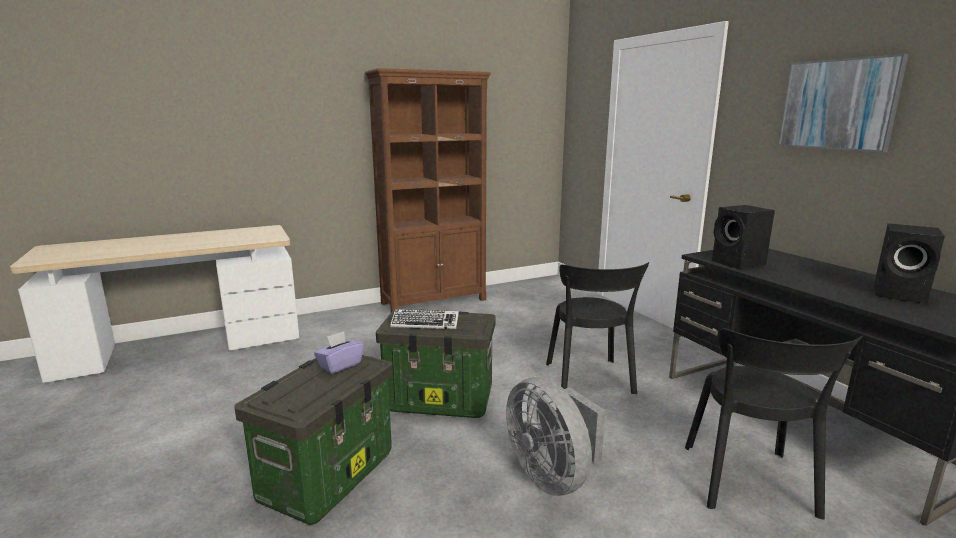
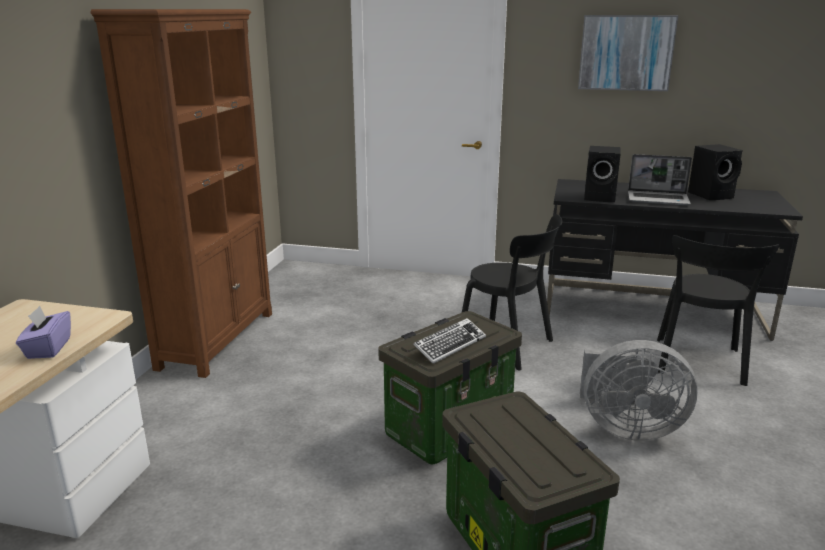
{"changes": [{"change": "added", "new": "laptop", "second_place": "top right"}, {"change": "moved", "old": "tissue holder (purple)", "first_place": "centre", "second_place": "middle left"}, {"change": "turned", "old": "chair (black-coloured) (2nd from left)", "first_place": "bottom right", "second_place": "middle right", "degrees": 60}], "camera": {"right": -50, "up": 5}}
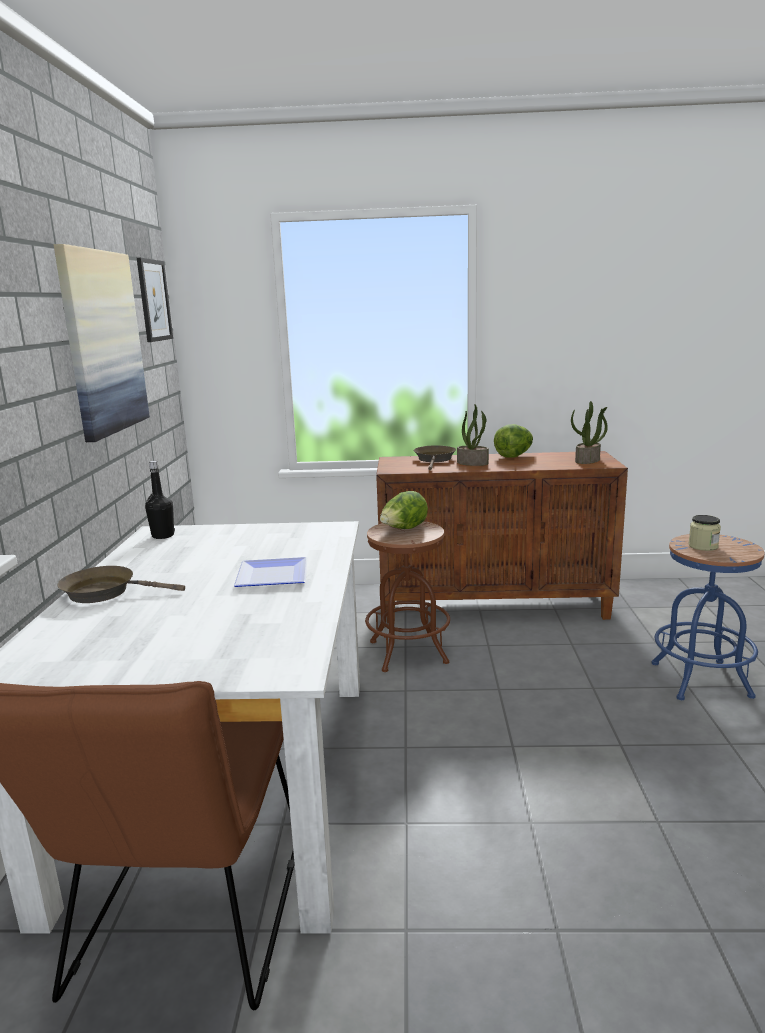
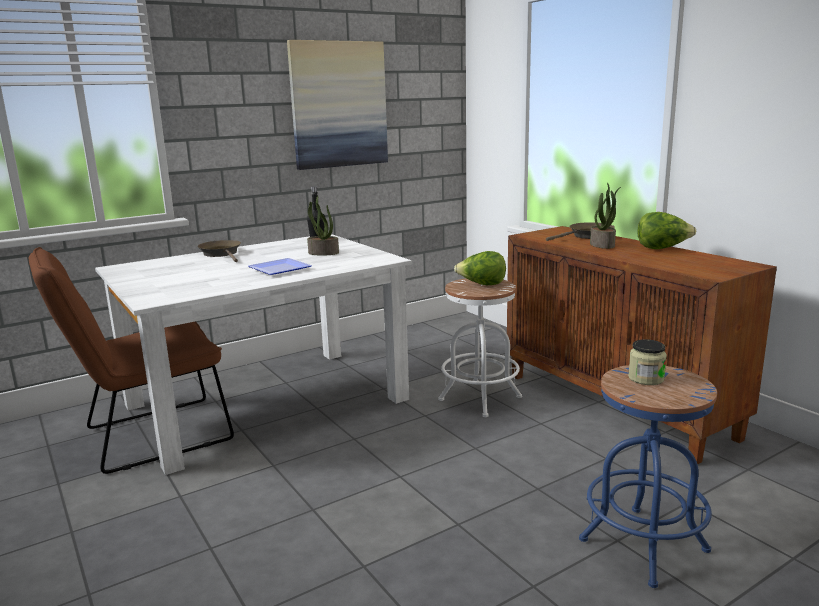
{"changes": [{"change": "removed", "old": "wall art (2nd from left)", "first_place": "top left"}, {"change": "moved", "old": "houseplant (2nd from left in the first image)", "new": "houseplant (1st from left)", "first_place": "middle right", "second_place": "centre"}, {"change": "recoloured", "old": "stool seat (brownish)", "new": "stool seat (whitish)", "first_place": "centre", "second_place": "centre"}], "camera": {"right": 55, "up": 0}}
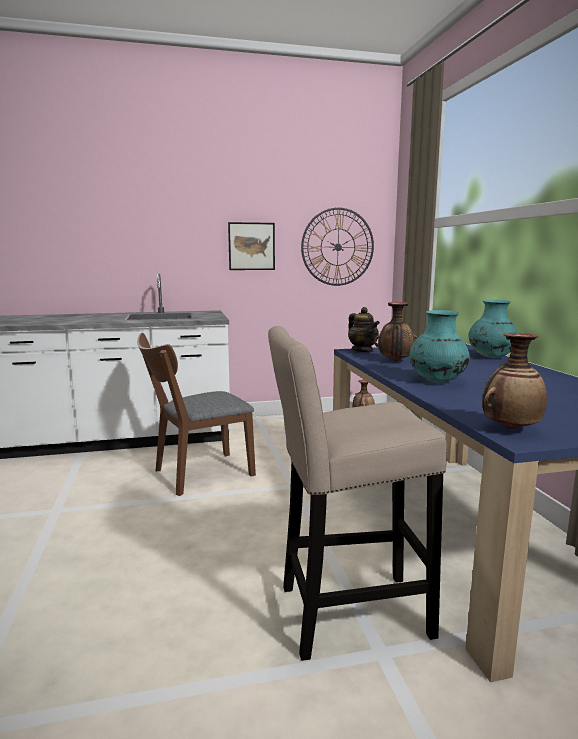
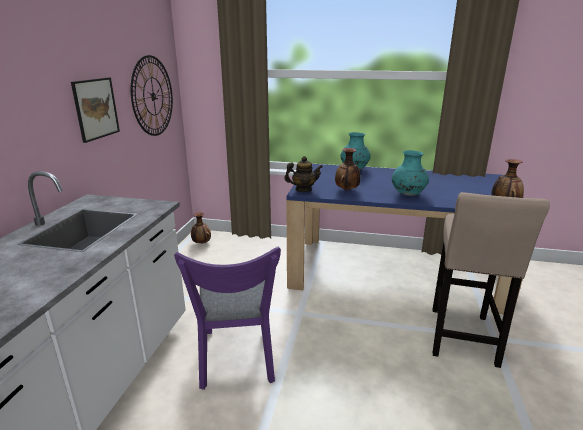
{"changes": [{"change": "recoloured", "old": "chair (brownish)", "new": "chair (purple)", "first_place": "centre", "second_place": "bottom centre"}], "camera": {"right": -65, "up": 10}}
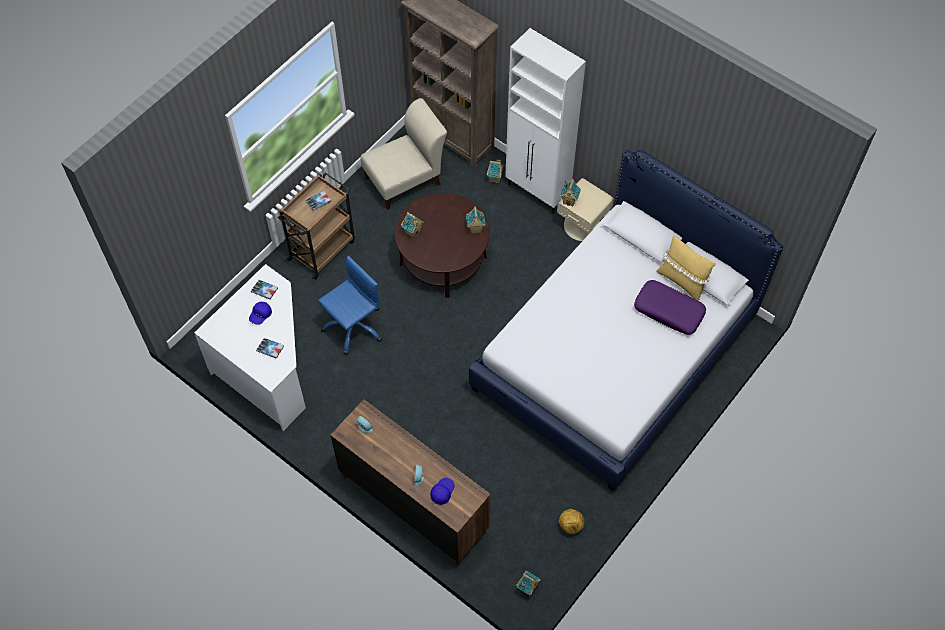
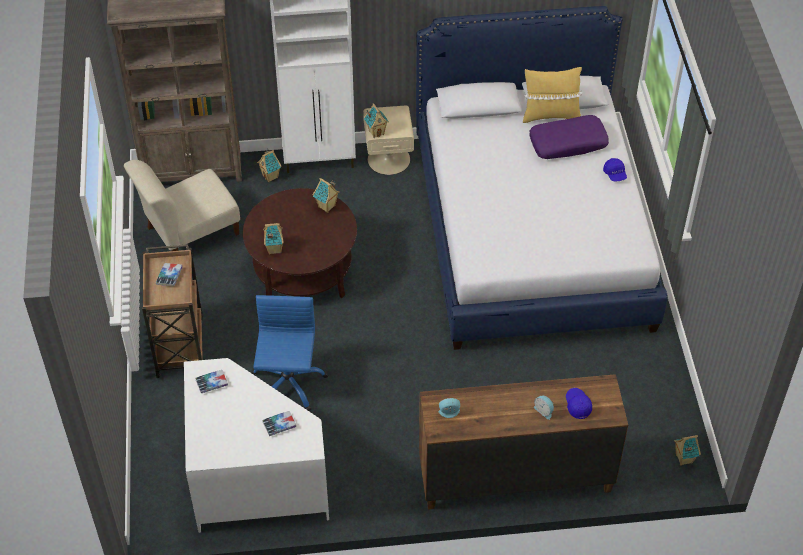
{"changes": [{"change": "removed", "old": "ball for football", "first_place": "bottom centre"}, {"change": "moved", "old": "peaked cap (bluish) (1st from left in the first image)", "new": "peaked cap (bluish) (2nd from left)", "first_place": "middle left", "second_place": "top right"}, {"change": "turned", "old": "chair (beige-coloured)", "first_place": "top centre", "second_place": "middle left", "degrees": -135}], "camera": {"right": -45, "up": -10}}
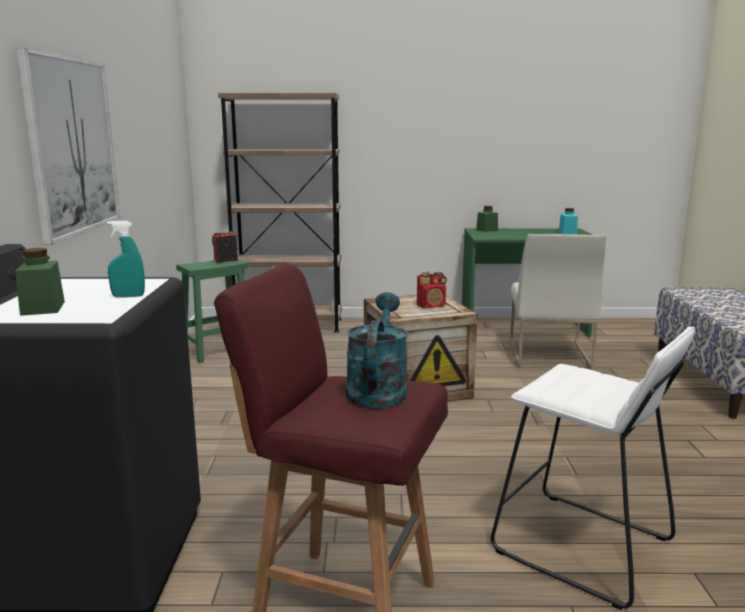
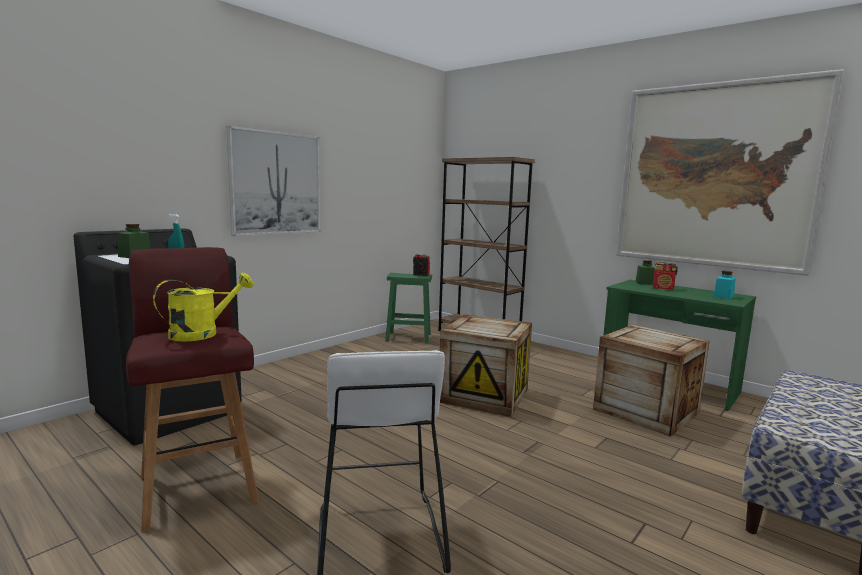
{"changes": [{"change": "added", "new": "wall art (2nd from left)", "second_place": "top right"}, {"change": "moved", "old": "radio (2nd from left)", "first_place": "centre", "second_place": "middle right"}, {"change": "replaced", "old": "chair (whitish)", "new": "shipping crate (2nd from left)", "first_place": "middle right", "second_place": "middle right"}, {"change": "recoloured", "old": "watering can (blue-green)", "new": "watering can (yellowish)", "first_place": "centre", "second_place": "middle left"}], "camera": {"right": 40, "up": -5}}
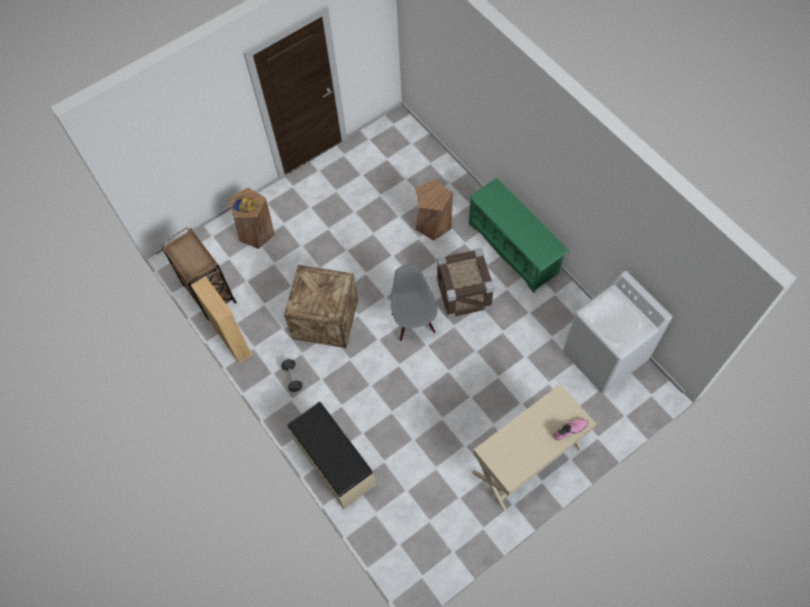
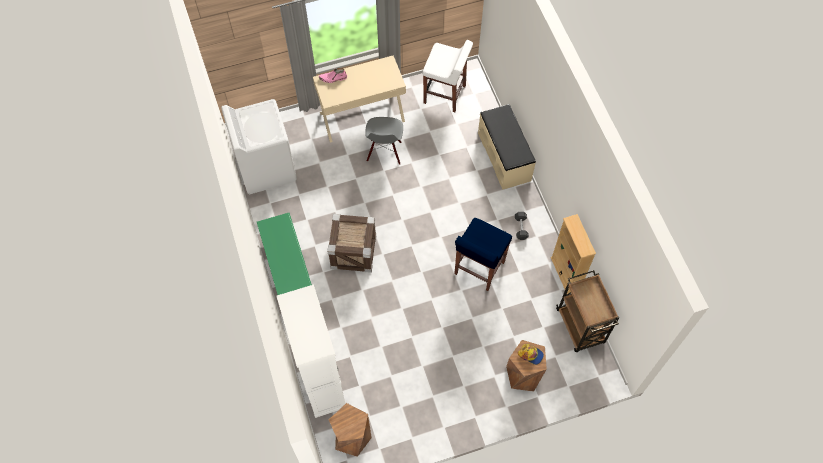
{"changes": [{"change": "added", "new": "cabinet (whitish)", "second_place": "bottom centre"}, {"change": "added", "new": "stool seat (whitish)", "second_place": "top centre"}, {"change": "moved", "old": "chair (gray)", "first_place": "centre", "second_place": "top centre"}, {"change": "moved", "old": "stool seat (brownish) (2nd from left in the first image)", "new": "stool seat (brownish) (1st from left)", "first_place": "centre", "second_place": "bottom centre"}, {"change": "replaced", "old": "shipping crate (1st from left)", "new": "stool seat (bluish)", "first_place": "centre", "second_place": "centre"}], "camera": {"right": -165, "up": 0}}
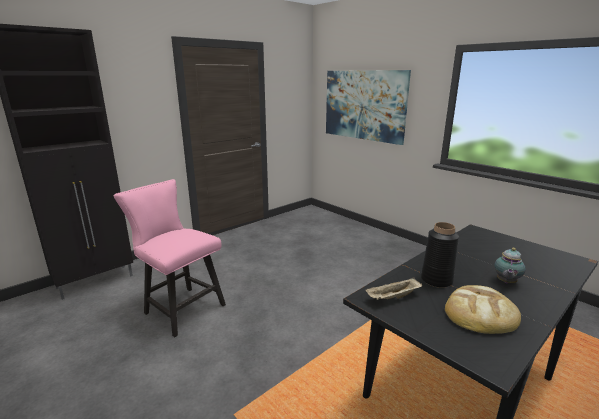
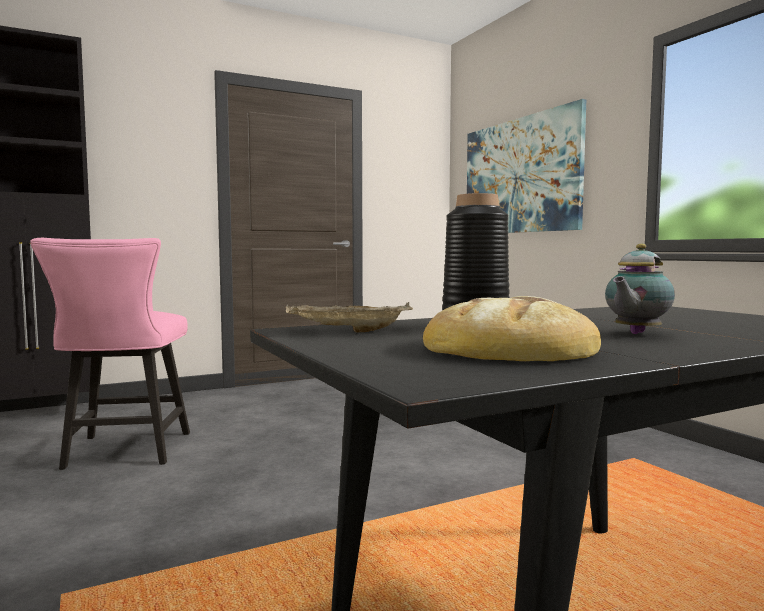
{"changes": [{"change": "turned", "old": "chair (pinkish)", "first_place": "middle left", "second_place": "middle left", "degrees": -150}], "camera": {"right": 15, "up": -15}}
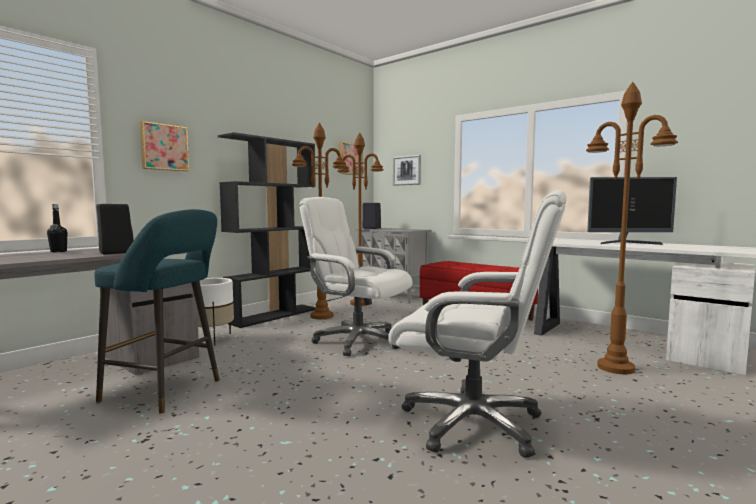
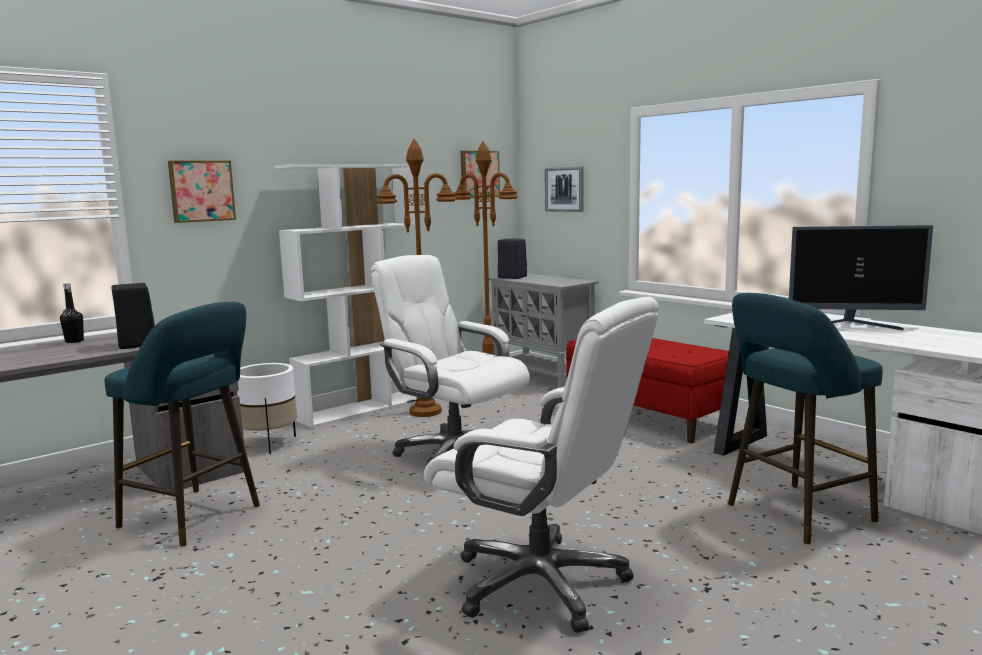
{"changes": [{"change": "replaced", "old": "standard lamp (brownish) (3rd from left)", "new": "stool seat (blue-green) (2nd from left)", "first_place": "middle right", "second_place": "middle right"}, {"change": "recoloured", "old": "bookcase (black-coloured)", "new": "bookcase (whitish)", "first_place": "centre", "second_place": "centre"}], "camera": {"right": 10, "up": 5}}
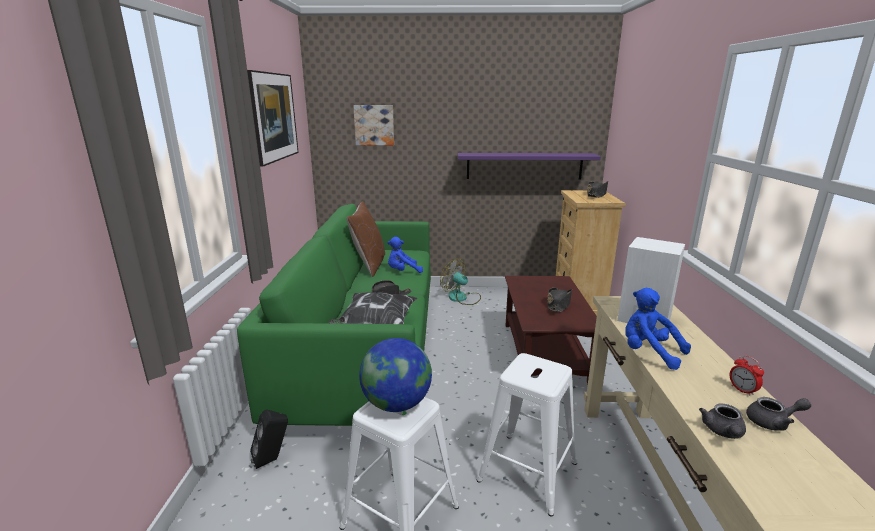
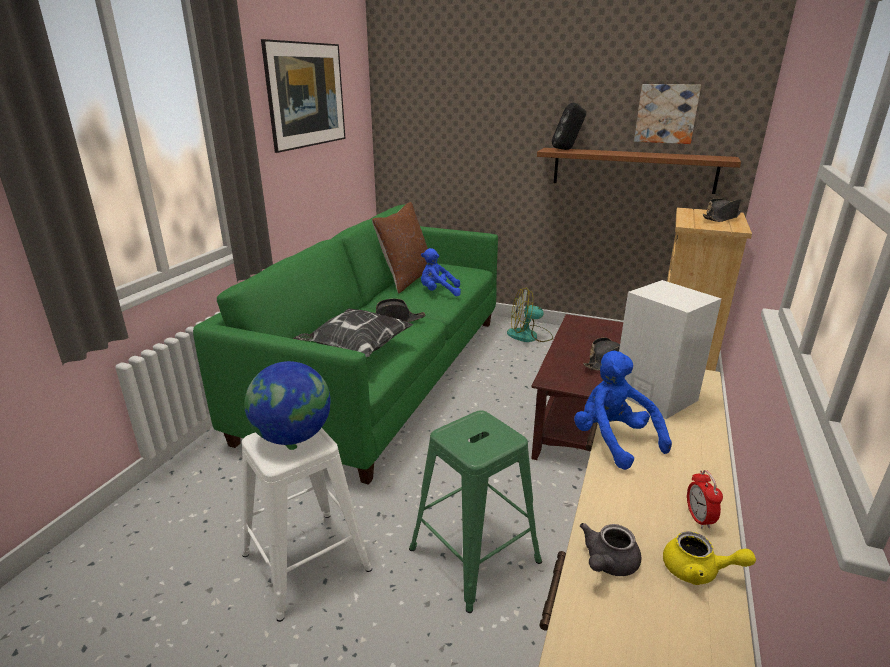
{"changes": [{"change": "moved", "old": "audio speaker (black-coloured)", "first_place": "bottom left", "second_place": "top centre"}, {"change": "moved", "old": "wall art (2nd from left)", "first_place": "top centre", "second_place": "top right"}, {"change": "recoloured", "old": "shelf (purple)", "new": "shelf (brownish)", "first_place": "top centre", "second_place": "top right"}, {"change": "recoloured", "old": "stool seat (whitish) (2nd from left)", "new": "stool seat (green-coloured)", "first_place": "bottom centre", "second_place": "bottom centre"}, {"change": "recoloured", "old": "pot for tea (gray) (2nd from left)", "new": "pot for tea (yellowish)", "first_place": "bottom right", "second_place": "bottom right"}, {"change": "turned", "old": "cooling fan", "first_place": "centre", "second_place": "centre", "degrees": -60}], "camera": {"right": 20, "up": 5}}
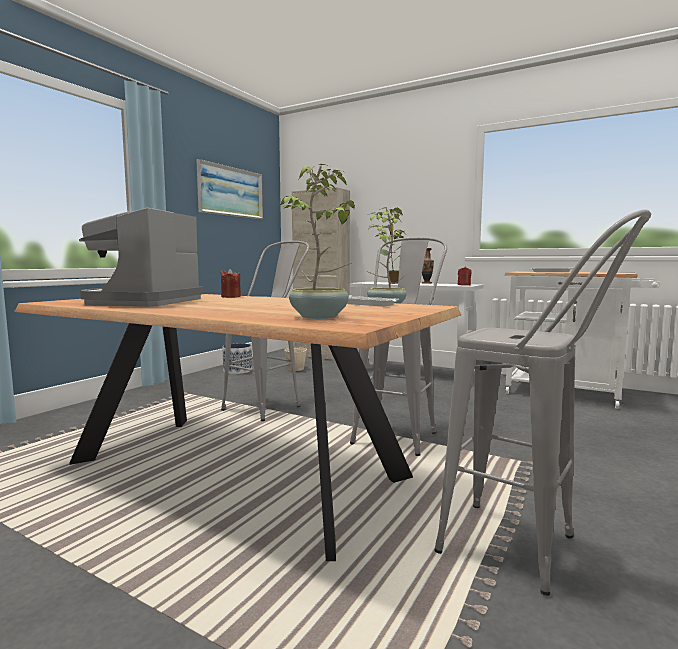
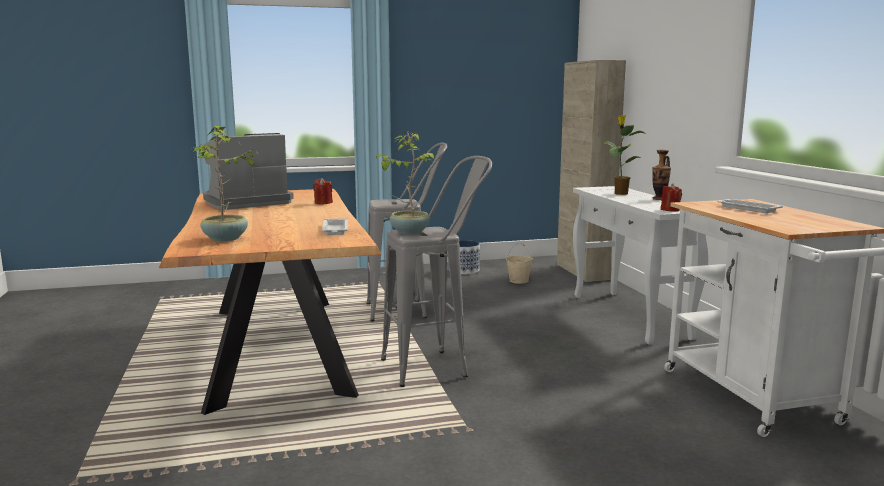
{"changes": [{"change": "removed", "old": "wall art", "first_place": "top centre"}, {"change": "removed", "old": "stool seat (gray) (3rd from left)", "first_place": "middle right"}], "camera": {"right": 45, "up": 5}}
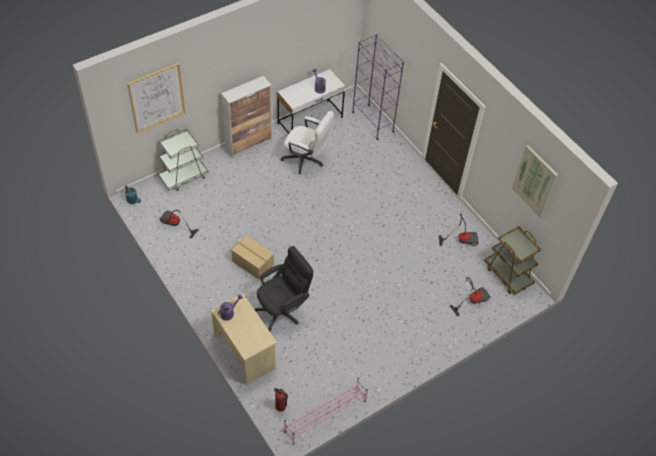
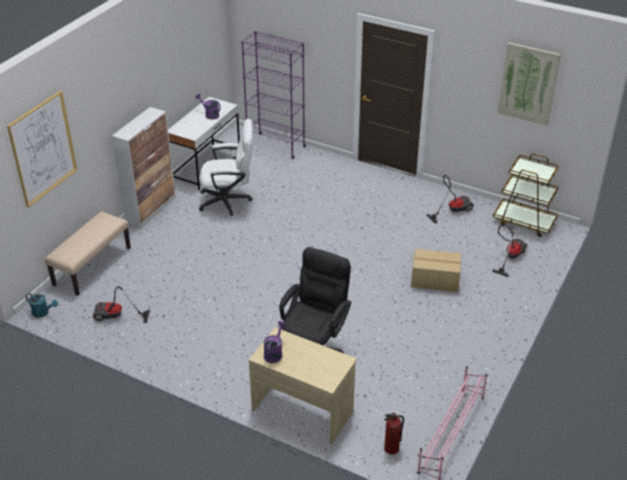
{"changes": [{"change": "moved", "old": "cardboard box", "first_place": "centre", "second_place": "middle right"}, {"change": "replaced", "old": "trolley (gray)", "new": "bench (beige-coloured)", "first_place": "middle left", "second_place": "middle left"}], "camera": {"right": -25, "up": -15}}
